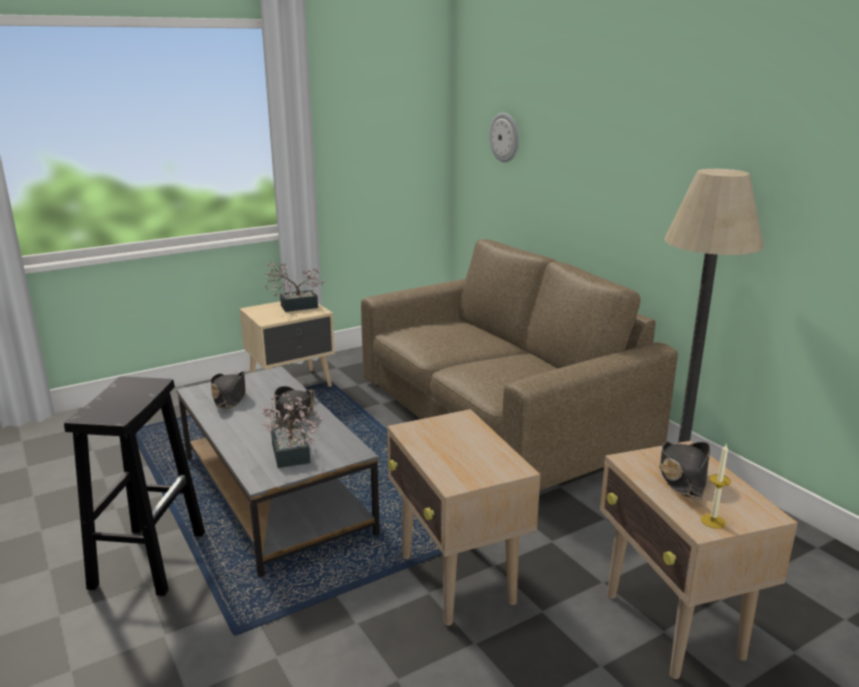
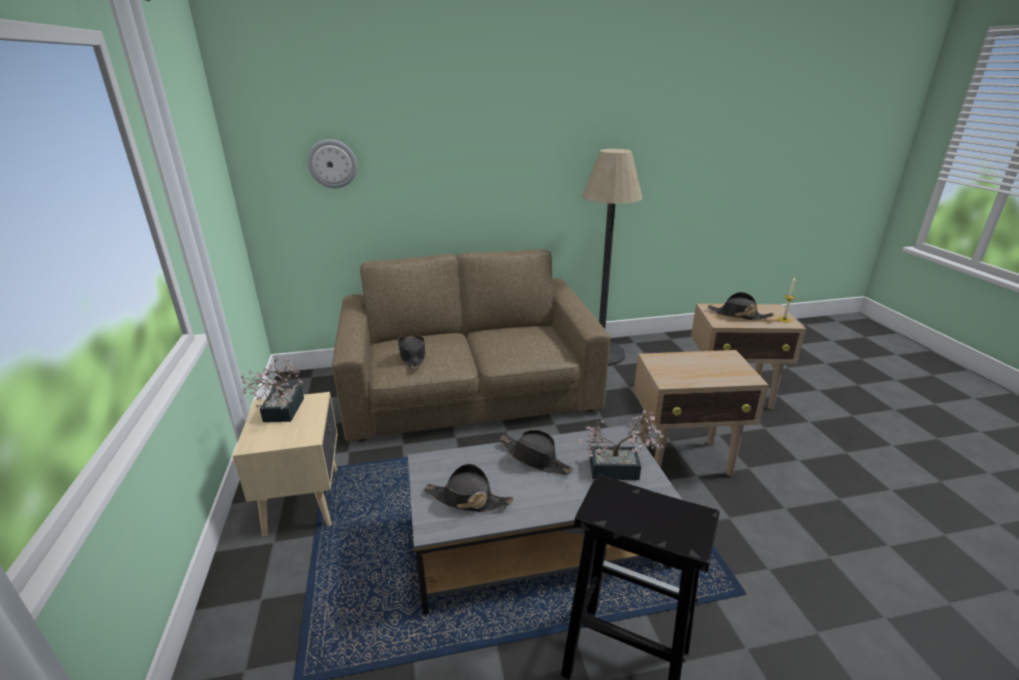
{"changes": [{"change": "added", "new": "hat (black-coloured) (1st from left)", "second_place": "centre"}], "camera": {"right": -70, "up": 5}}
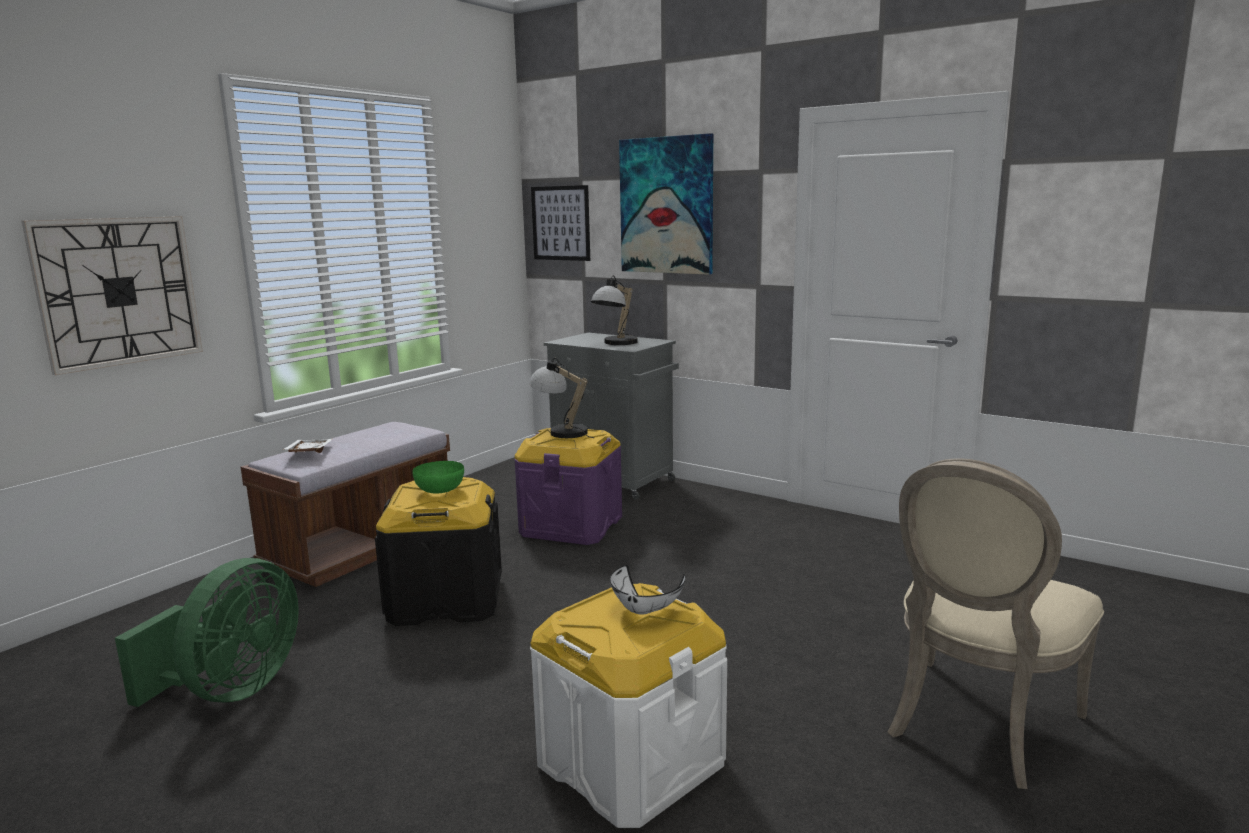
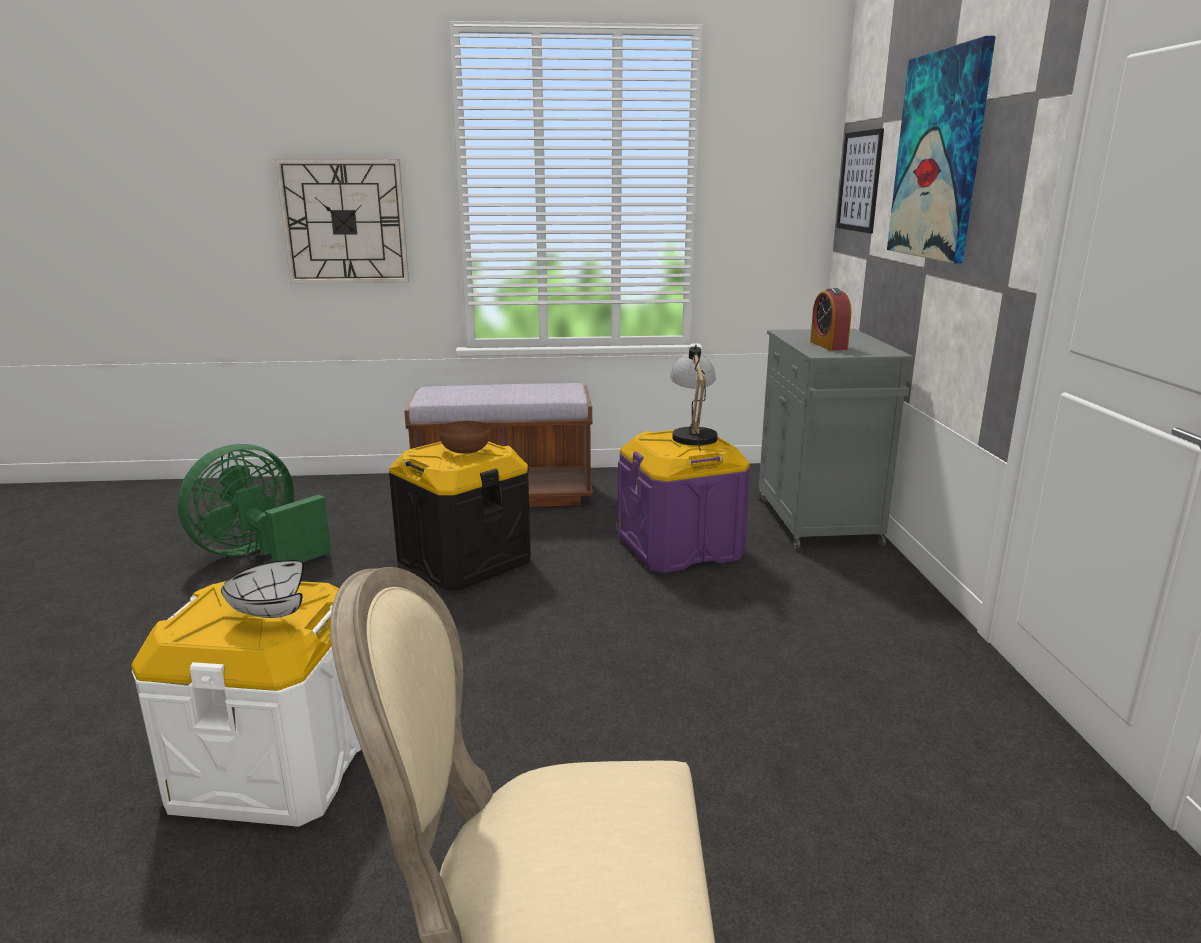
{"changes": [{"change": "removed", "old": "tray (whitish)", "first_place": "middle left"}, {"change": "replaced", "old": "tabletop lamp (2nd from left)", "new": "table clock", "first_place": "centre", "second_place": "middle right"}, {"change": "recoloured", "old": "bowl (green-coloured)", "new": "bowl (brownish)", "first_place": "centre", "second_place": "centre"}, {"change": "turned", "old": "cooling fan (green-coloured)", "first_place": "bottom left", "second_place": "middle left", "degrees": 150}], "camera": {"right": 50, "up": 5}}
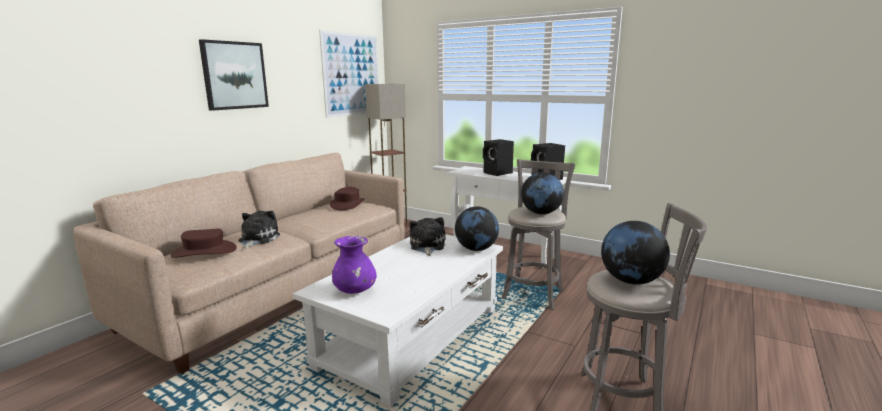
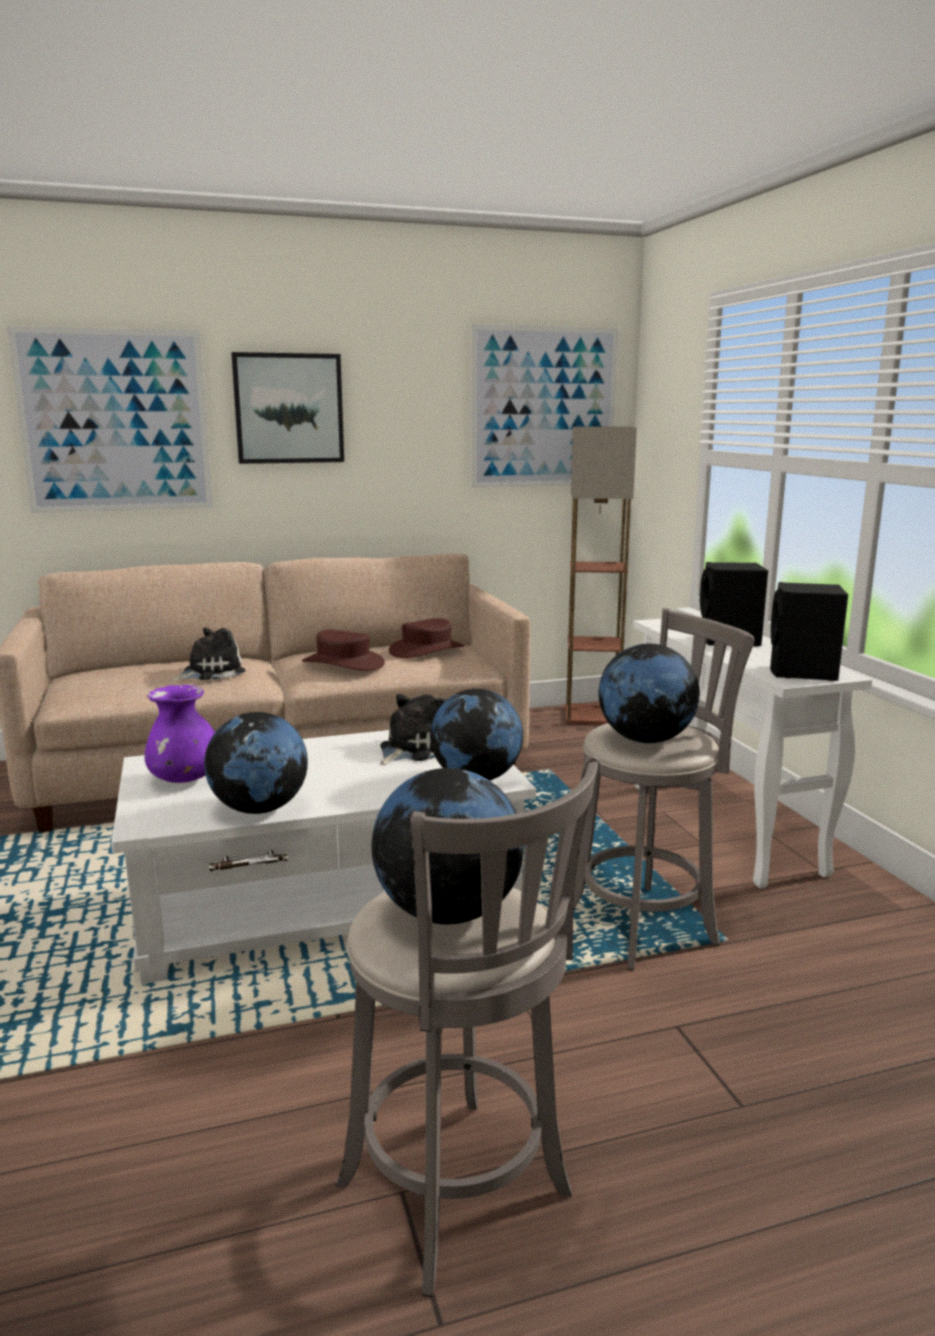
{"changes": [{"change": "added", "new": "wall art (1st from left)", "second_place": "top left"}, {"change": "added", "new": "globe (1st from left)", "second_place": "middle left"}, {"change": "moved", "old": "hat (brownish) (1st from left)", "first_place": "middle left", "second_place": "centre"}], "camera": {"right": 40, "up": 0}}
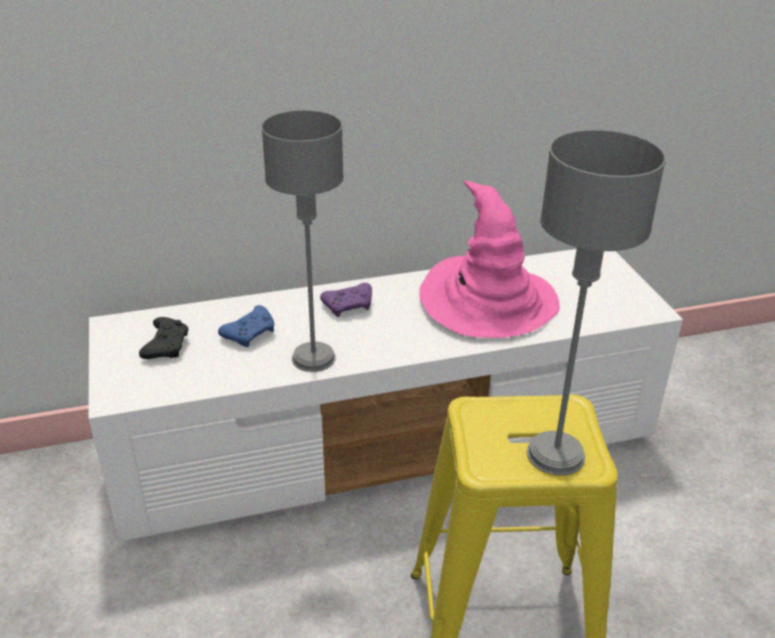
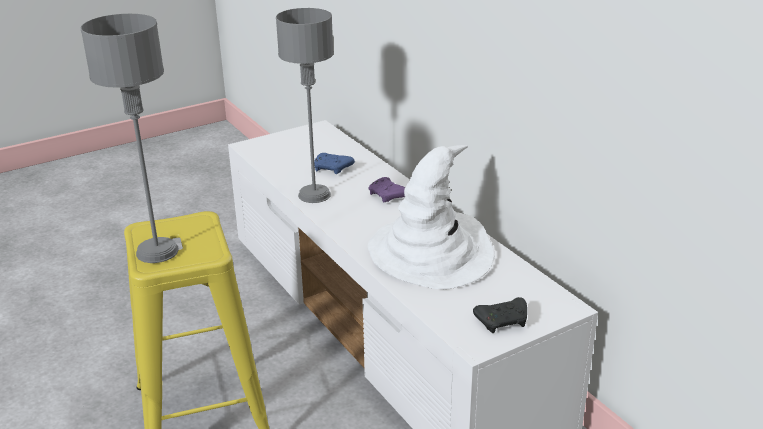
{"changes": [{"change": "moved", "old": "gamepad (black-coloured)", "first_place": "middle left", "second_place": "bottom centre"}, {"change": "recoloured", "old": "hat (pinkish)", "new": "hat (whitish)", "first_place": "centre", "second_place": "centre"}], "camera": {"right": 75, "up": -5}}
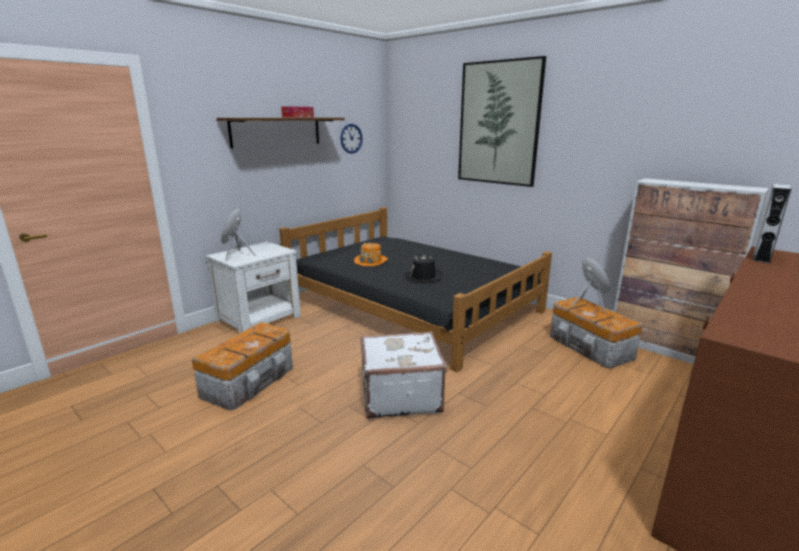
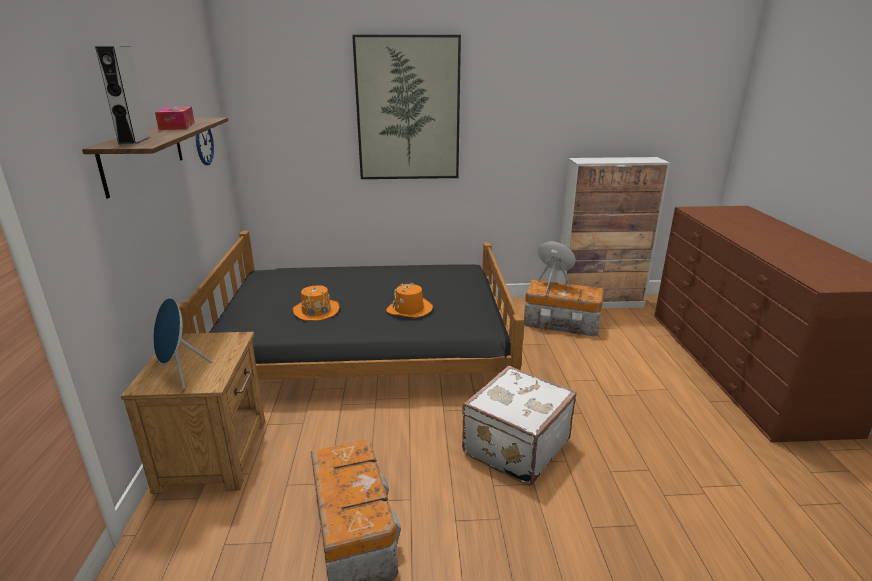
{"changes": [{"change": "moved", "old": "audio speaker (gray)", "first_place": "middle right", "second_place": "top left"}, {"change": "recoloured", "old": "bedside table (whitish)", "new": "bedside table (brownish)", "first_place": "middle left", "second_place": "bottom left"}, {"change": "recoloured", "old": "hat (black-coloured)", "new": "hat (orange-coloured) (2nd from left)", "first_place": "centre", "second_place": "centre"}], "camera": {"right": -45, "up": 5}}
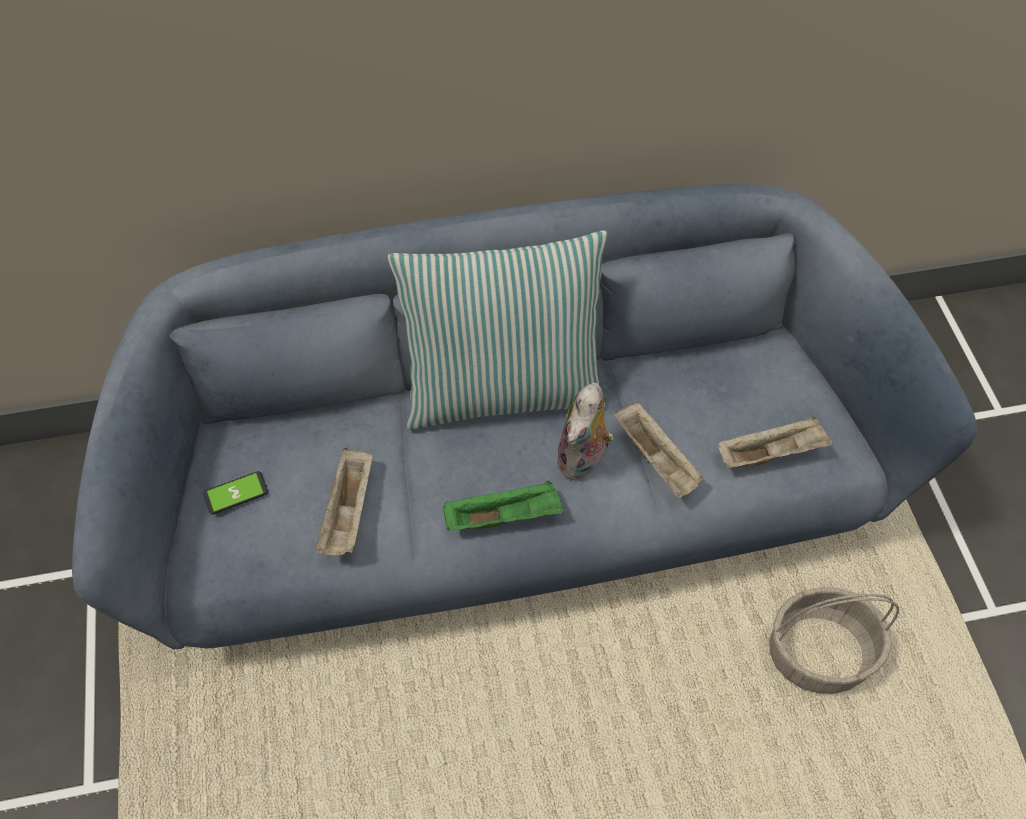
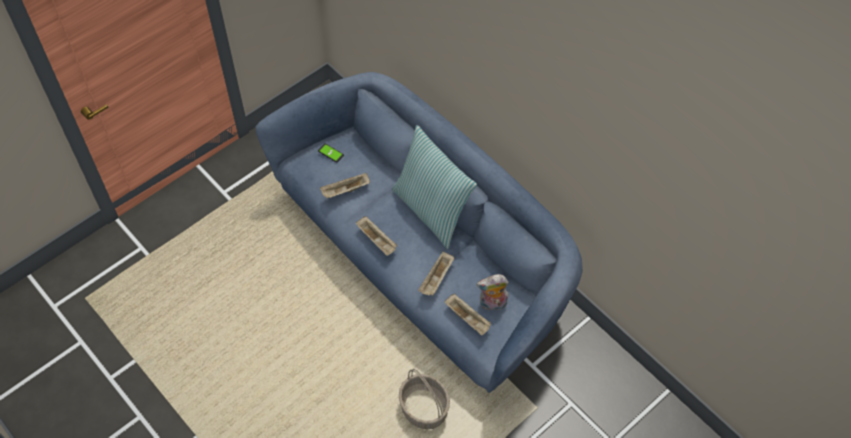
{"changes": [{"change": "moved", "old": "soft toy", "first_place": "centre", "second_place": "bottom centre"}, {"change": "recoloured", "old": "tray (green-coloured)", "new": "tray (beige-coloured) (2nd from left)", "first_place": "centre", "second_place": "centre"}], "camera": {"right": 60, "up": 0}}
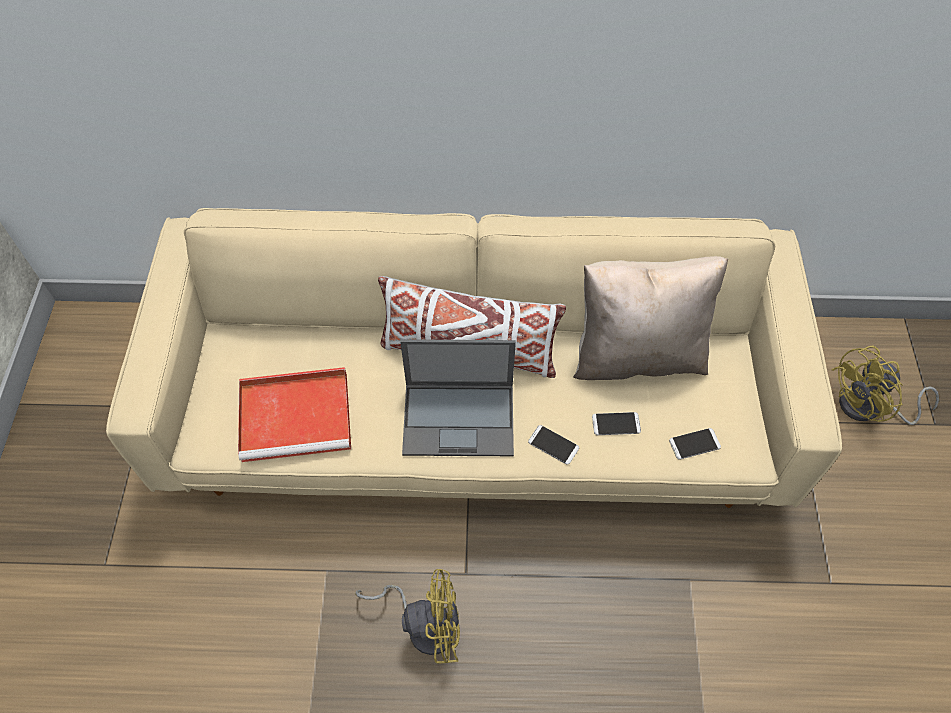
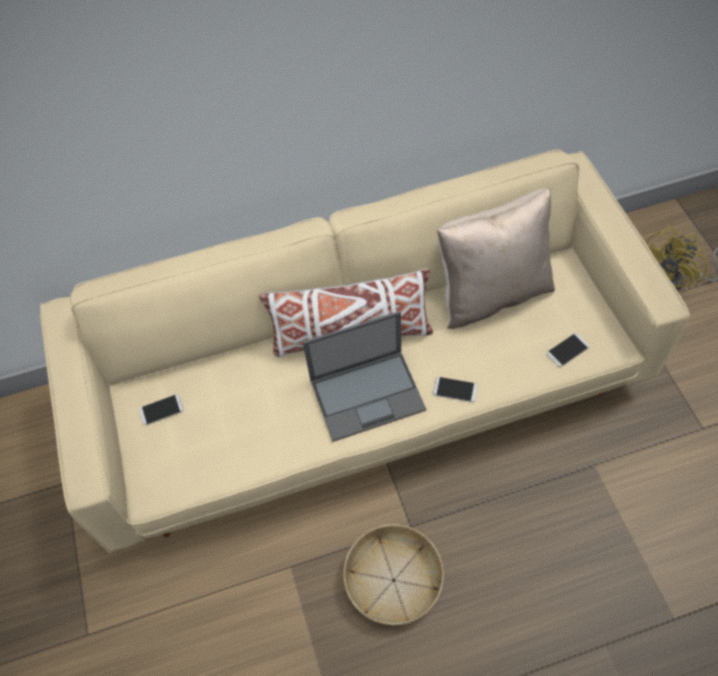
{"changes": [{"change": "removed", "old": "tray (red)", "first_place": "middle left"}, {"change": "moved", "old": "handset (2nd from left in the first image)", "new": "handset (1st from left)", "first_place": "centre", "second_place": "middle left"}, {"change": "replaced", "old": "cooling fan (yellowish) (1st from left)", "new": "basket", "first_place": "bottom centre", "second_place": "bottom centre"}], "camera": {"right": -15, "up": 0}}
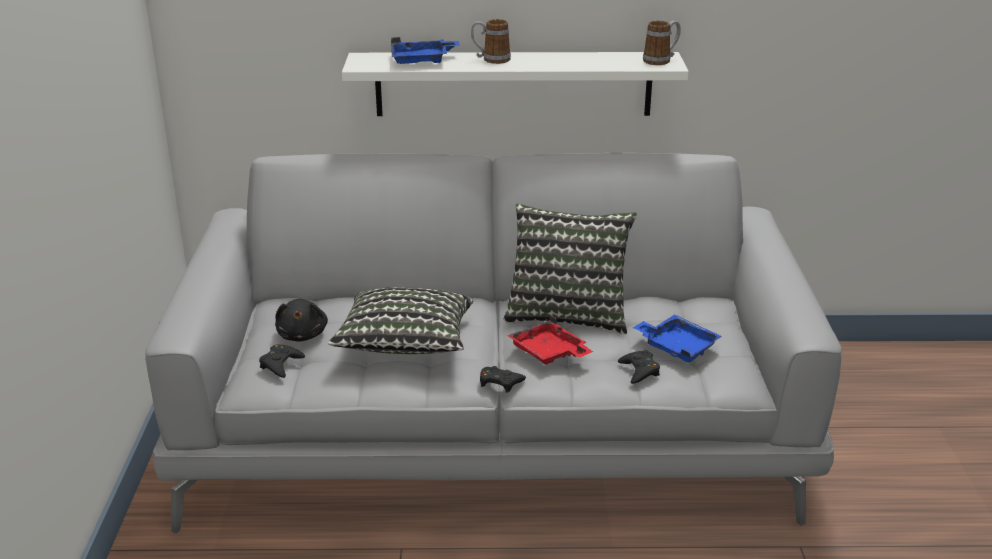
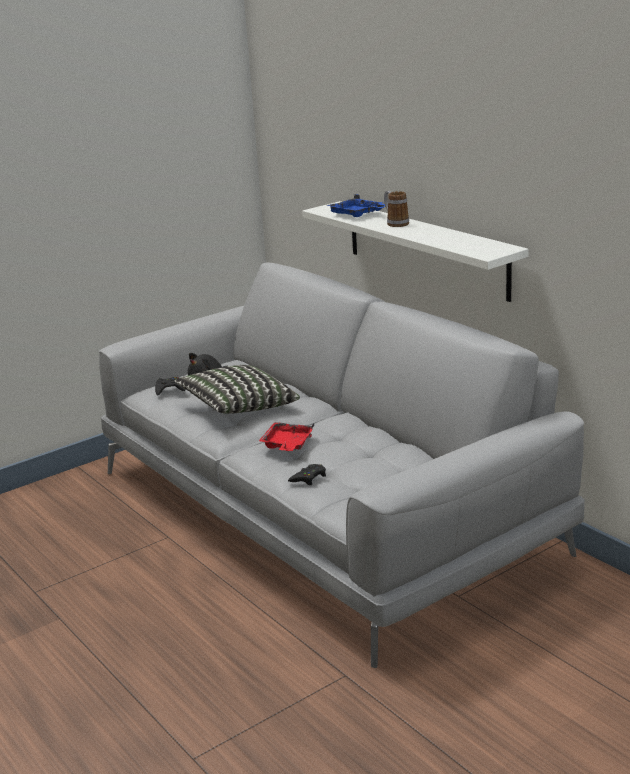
{"changes": [{"change": "removed", "old": "gamepad (black-coloured) (2nd from left)", "first_place": "bottom centre"}, {"change": "removed", "old": "cushion (2nd from left)", "first_place": "centre"}, {"change": "removed", "old": "tray (bluish) (2nd from left)", "first_place": "middle right"}, {"change": "removed", "old": "coffee mug (2nd from left)", "first_place": "top right"}], "camera": {"right": 55, "up": -5}}
